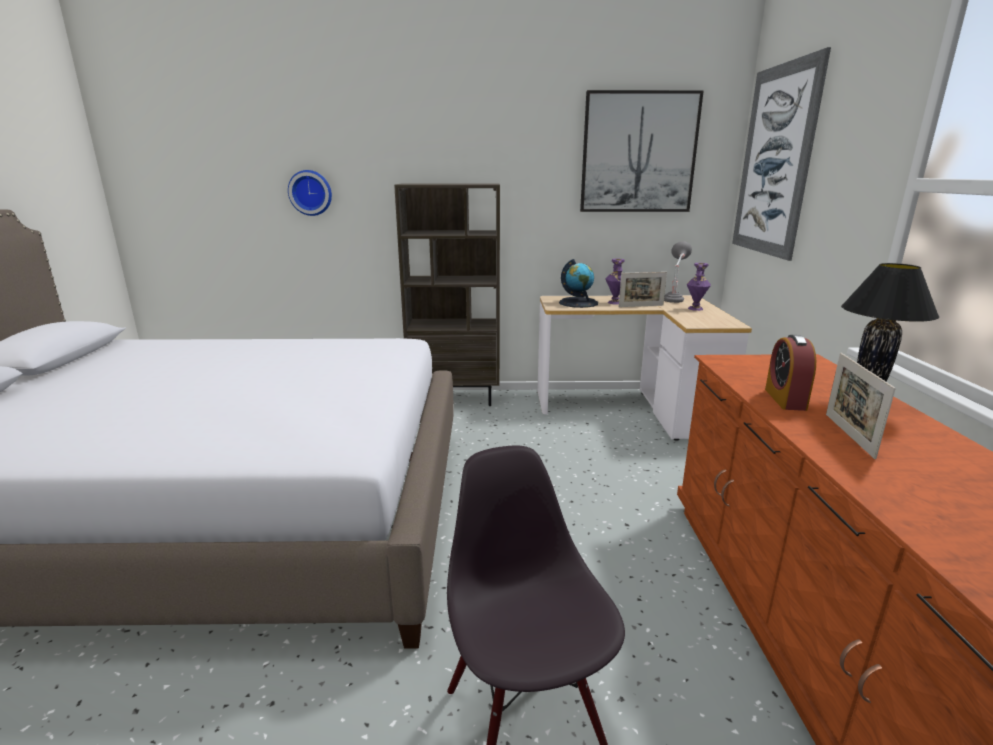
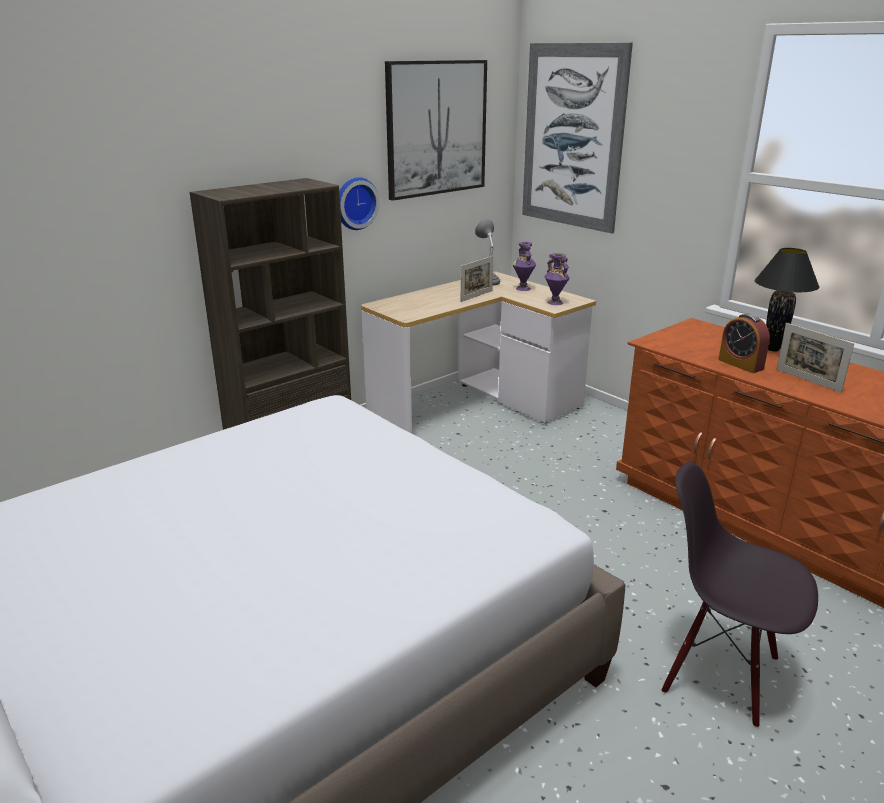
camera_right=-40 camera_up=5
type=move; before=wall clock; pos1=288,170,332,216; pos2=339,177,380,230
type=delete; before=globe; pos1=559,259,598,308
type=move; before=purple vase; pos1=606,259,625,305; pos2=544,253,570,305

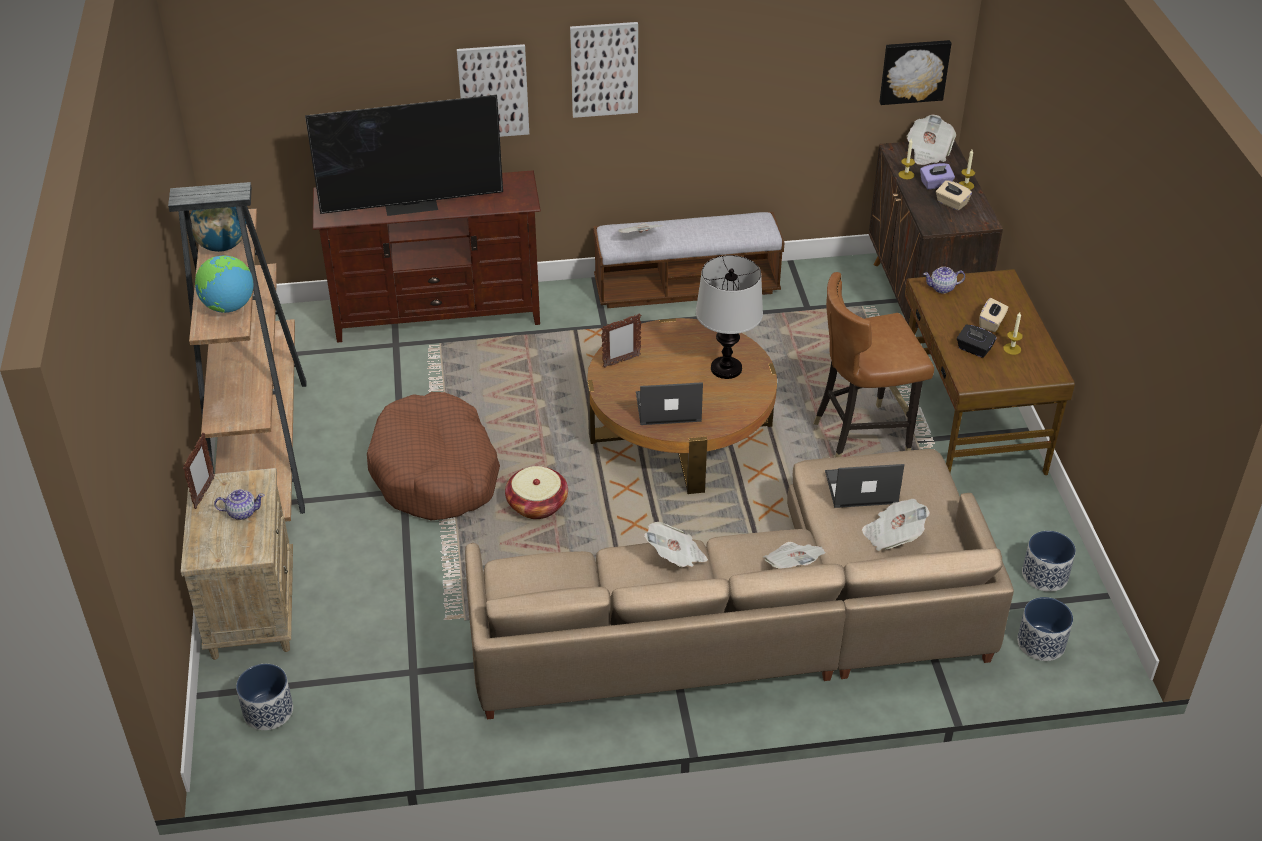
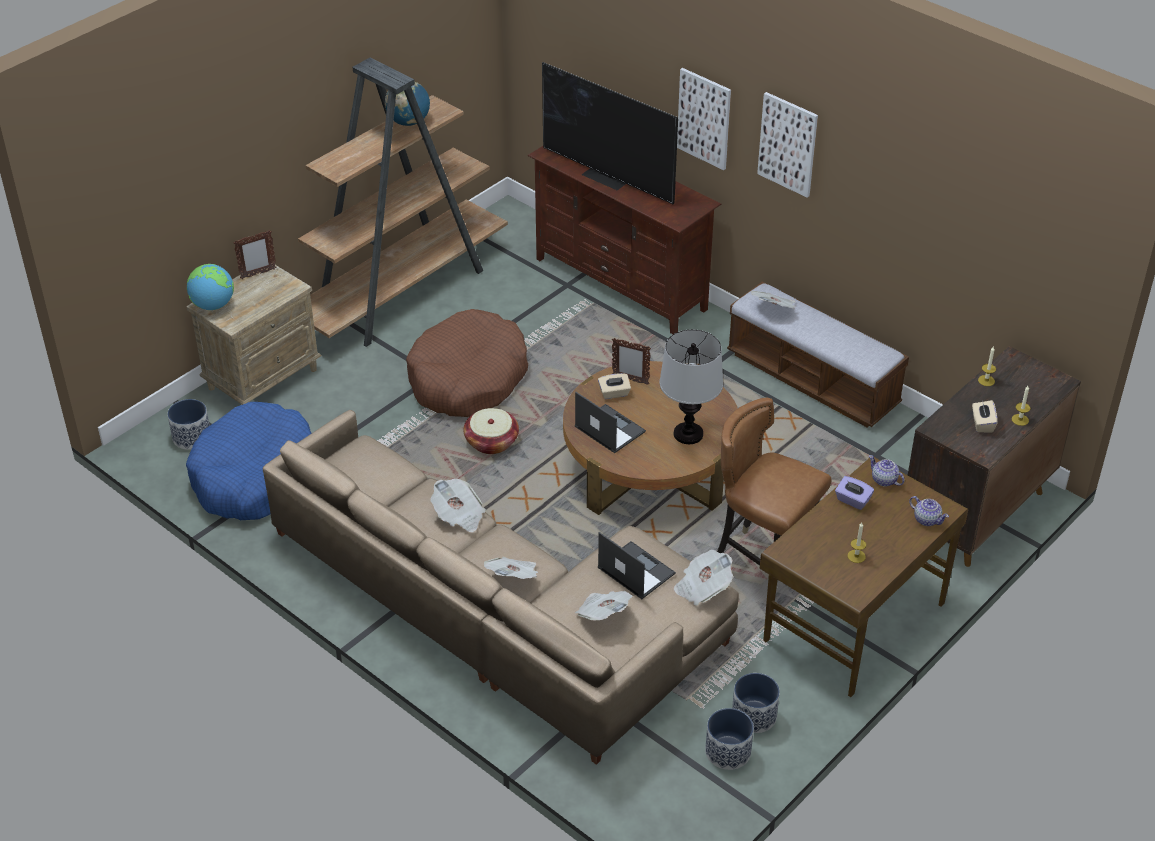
camera_right=50 camera_up=0
type=delete; before=picture; pos1=879,40,952,105
type=move; before=newspaper; pos1=907,115,956,165; pos2=674,550,733,606
type=move; before=purple tissue box; pos1=920,163,955,189; pos2=835,476,874,510
type=move; before=globe; pos1=195,256,253,313; pos2=187,264,234,310
type=move; before=beige tissue box; pos1=979,298,1008,332; pos2=598,373,631,399
type=delete; before=black tissue box; pos1=957,324,996,358
type=move; before=teapot; pos1=214,489,264,520; pos2=909,496,949,526
type=move; before=planter; pos1=1017,597,1073,661; pos2=732,673,780,733
type=insert; after=blue dog bed; pos2=186,402,311,520

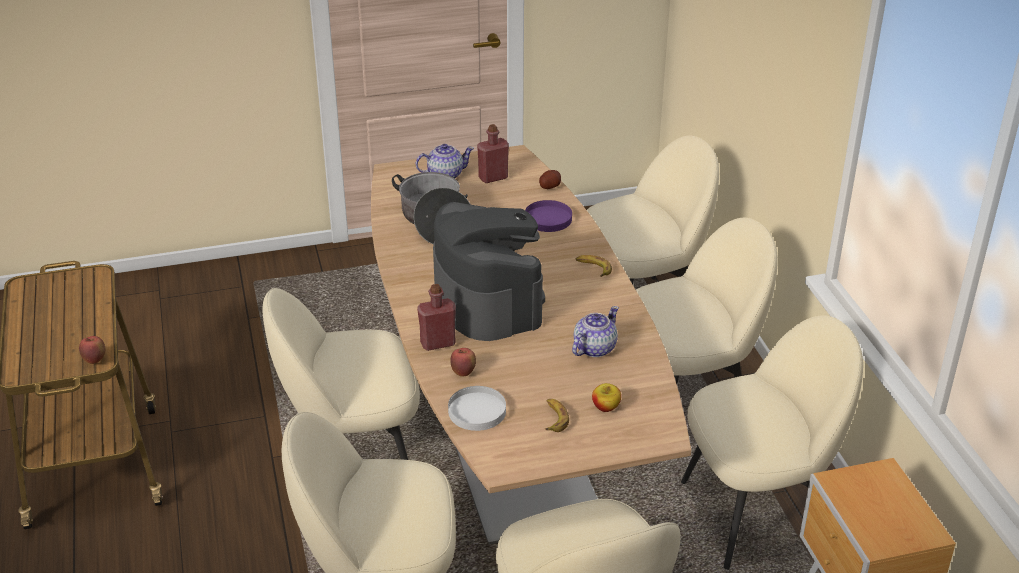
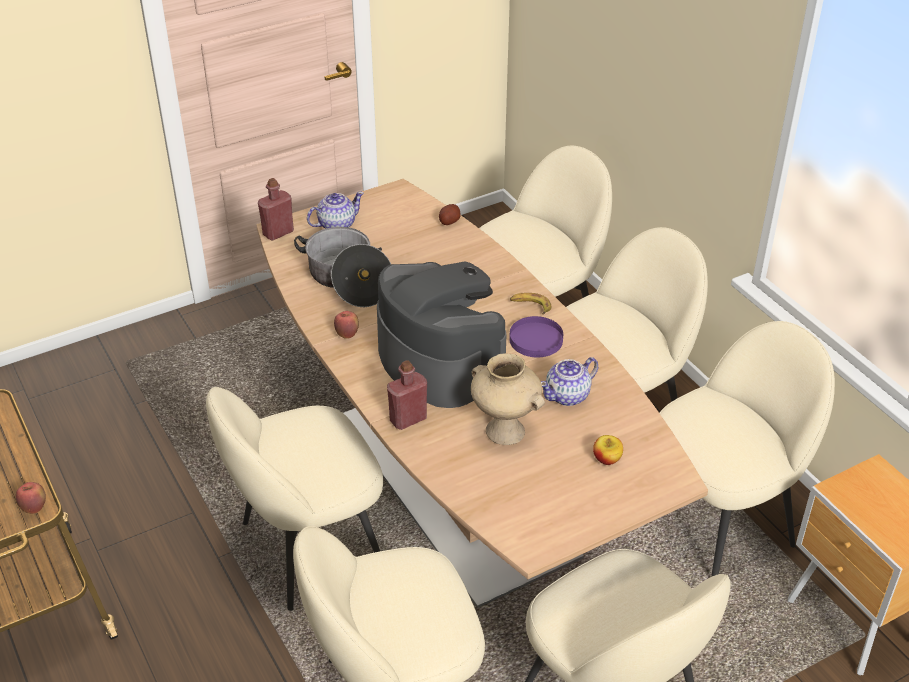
camera_right=-15 camera_up=5
type=move; before=red bottle; pos1=477,124,509,183; pos2=258,178,294,241
type=move; before=purple plate; pos1=525,200,572,232; pos2=509,316,563,357
type=rotate; before=teapot; pos1=572,306,619,357; pos2=541,357,598,406; turn=-150
type=move; before=apple; pos1=450,348,476,377; pos2=334,311,359,339
type=delete; before=white plate; pos1=448,386,506,431
type=delete; before=banana; pos1=545,399,569,432
type=insert; after=beige vase; pos2=471,353,545,445

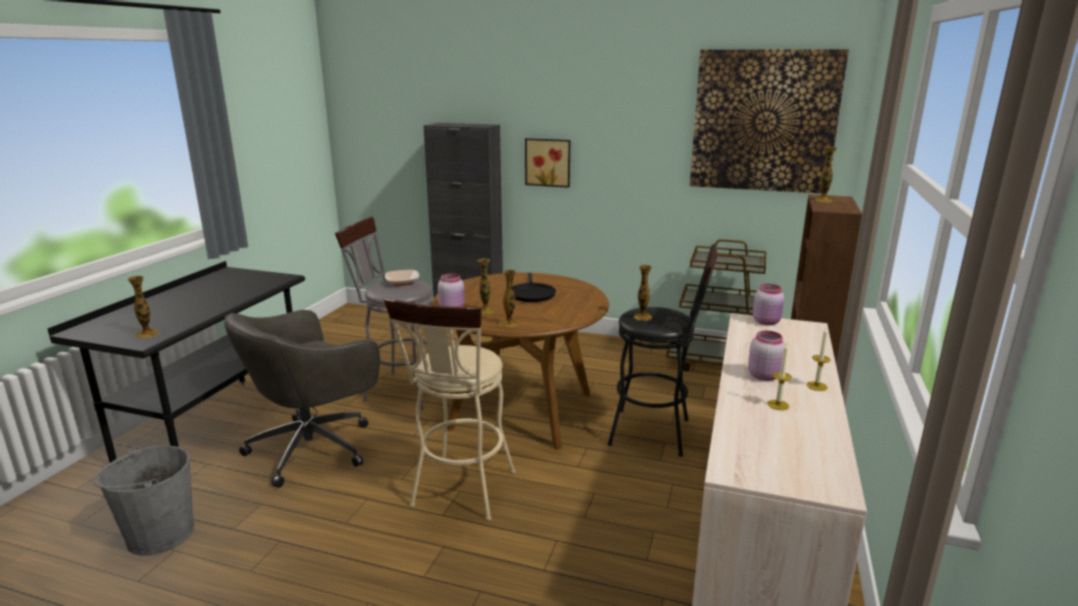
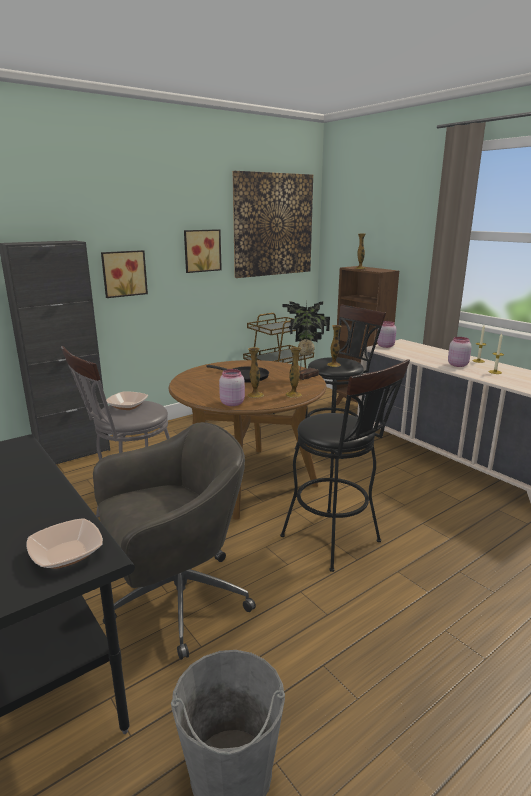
camera_right=-55 camera_up=0
type=replace; before=vase; after=bowl; pos1=127,276,159,338; pos2=26,518,103,569
type=recolor; before=beige stool; after=black stool; pos1=384,298,516,521; pos2=280,359,410,572
type=rotate; before=grey office chair; pos1=225,310,380,488; pos2=93,422,256,660; turn=-105
type=insert; after=picture; pos2=184,229,222,273
type=insert; after=potted plant; pos2=283,301,330,380

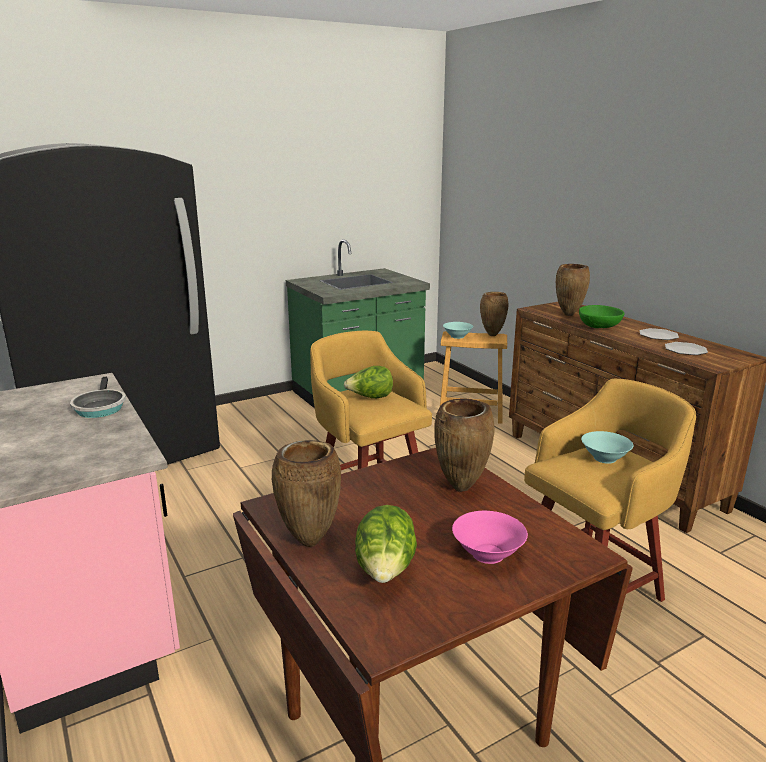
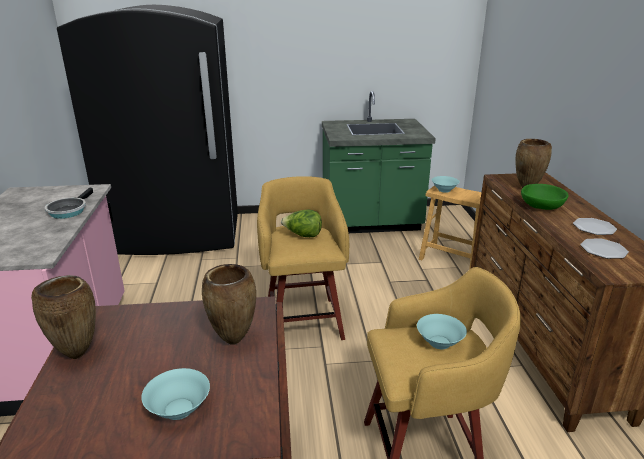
camera_right=25 camera_up=5
type=delete; before=brown vase; pos1=480,292,508,336
type=delete; before=lettuce; pos1=355,505,417,583
type=recolor; before=pink bowl; after=turquoise bowl; pos1=452,511,528,564; pos2=141,368,210,420

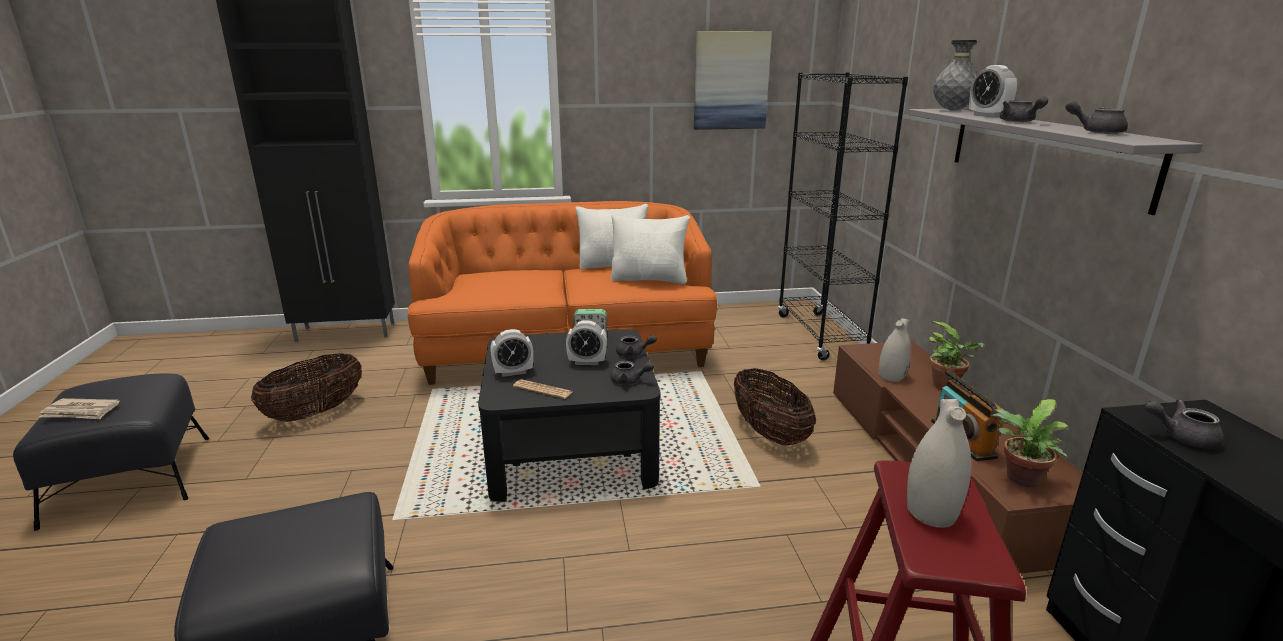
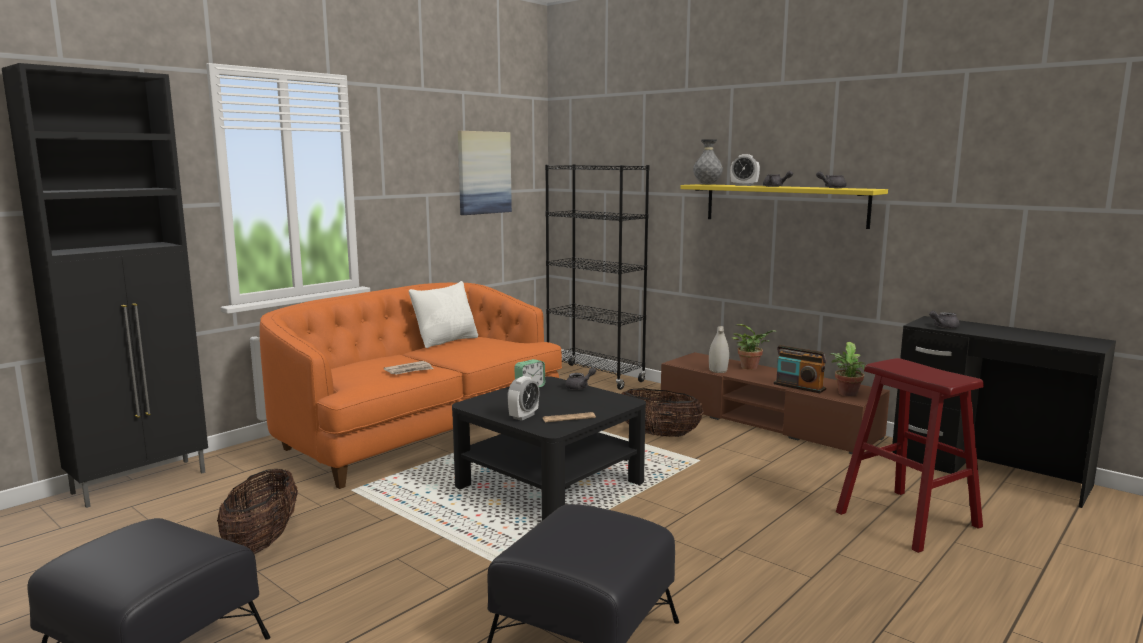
camera_right=-40 camera_up=-10
type=recolor; before=grey shelf; after=yellow shelf; pos1=908,109,1203,215; pos2=680,184,888,229
type=delete; before=white pillow; pos1=611,214,690,284
type=delete; before=alarm clock; pos1=566,320,607,365
type=delete; before=grey teapot; pos1=611,361,654,385
type=move; before=newspaper; pos1=39,398,120,419; pos2=384,361,434,375
type=delete; before=white vase; pos1=907,399,971,528

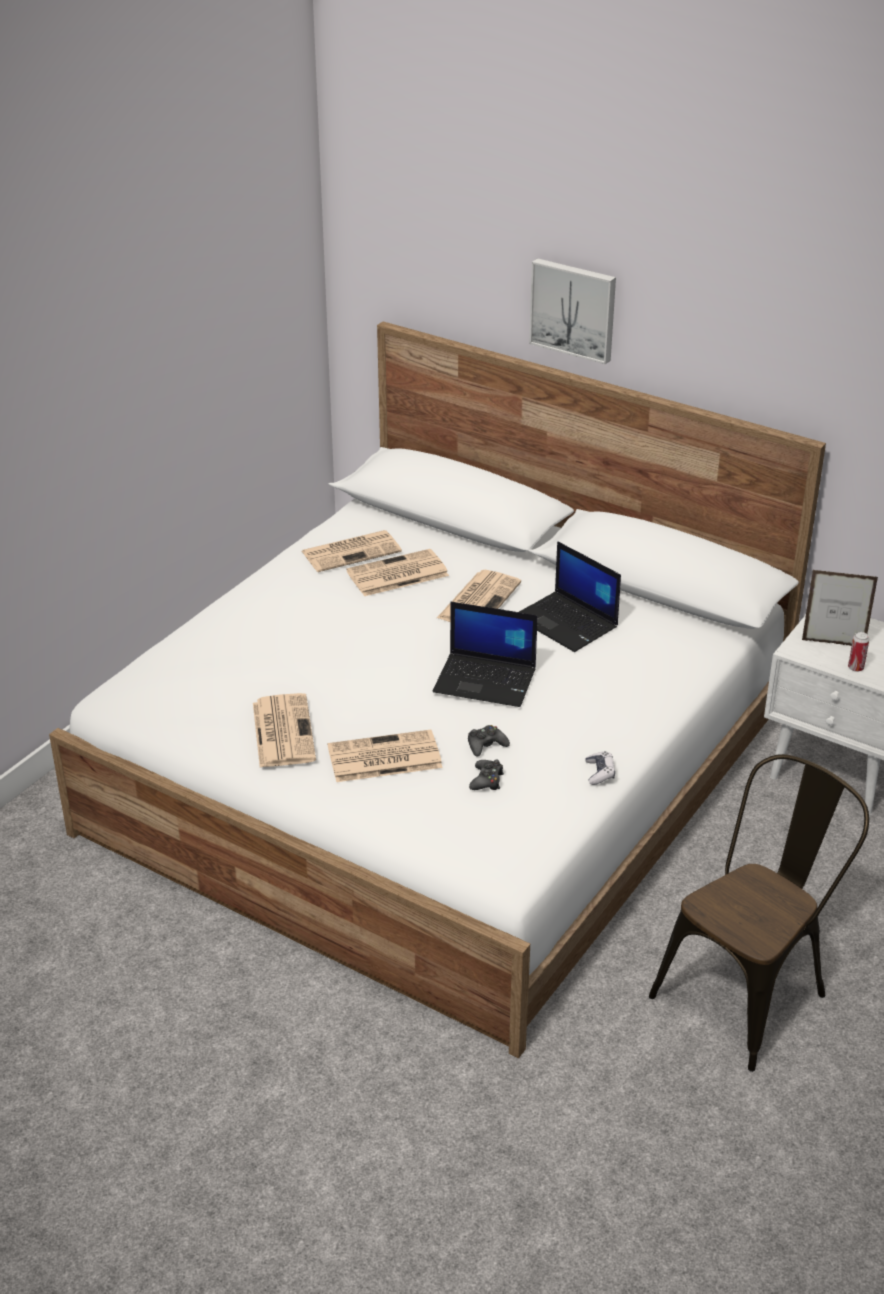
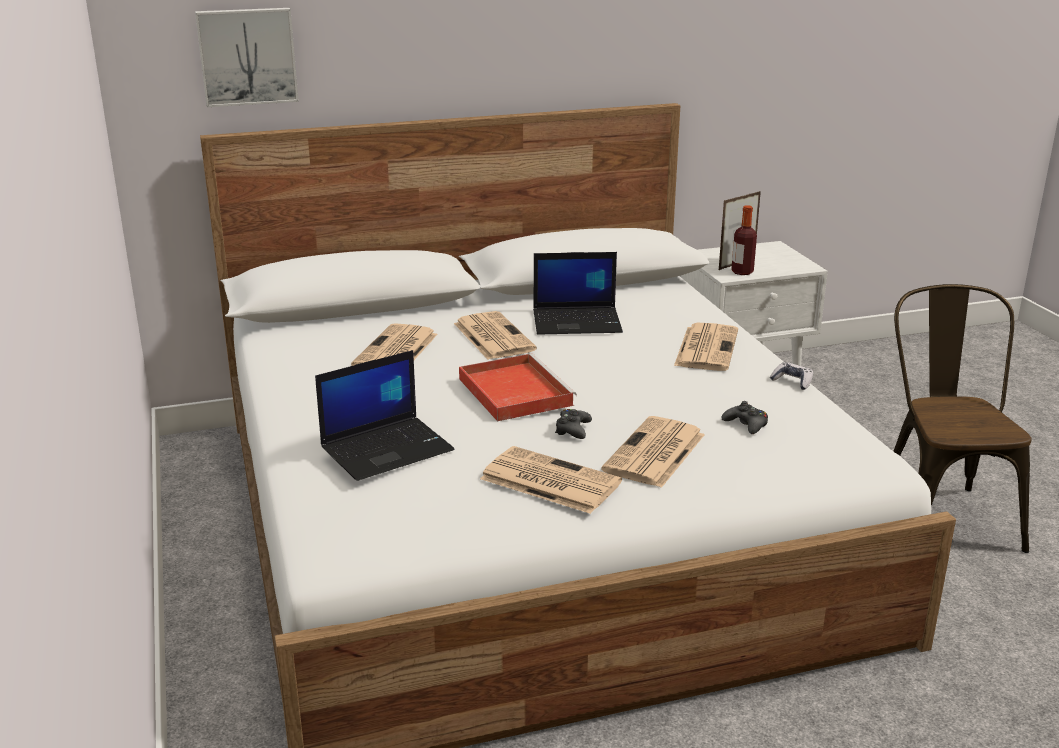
camera_right=-50 camera_up=-10
type=move; before=picture; pos1=529,258,616,364; pos2=195,8,299,107
type=move; before=newspaper; pos1=302,530,402,572; pos2=674,323,738,371
type=move; before=laptop; pos1=433,602,538,707; pos2=315,350,454,481
type=delete; before=can; pos1=848,632,869,672
type=move; before=black game controller; pos1=468,725,510,757; pos2=555,409,592,439
type=insert; after=bottle; pos2=731,205,757,275
type=insert; after=red tray; pos2=459,353,577,421

